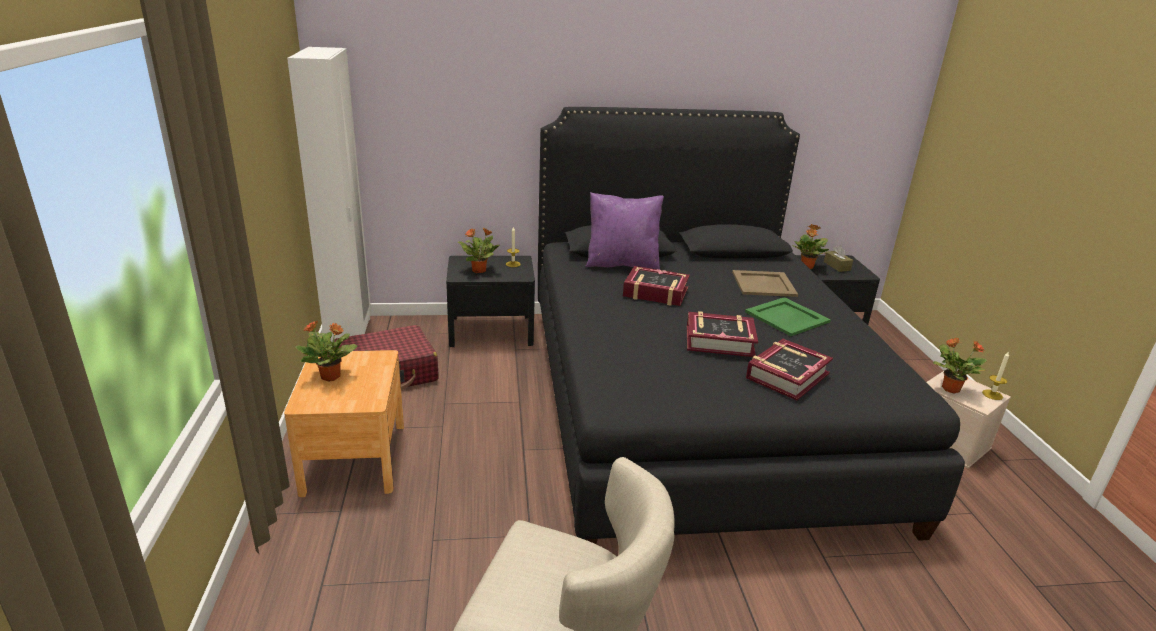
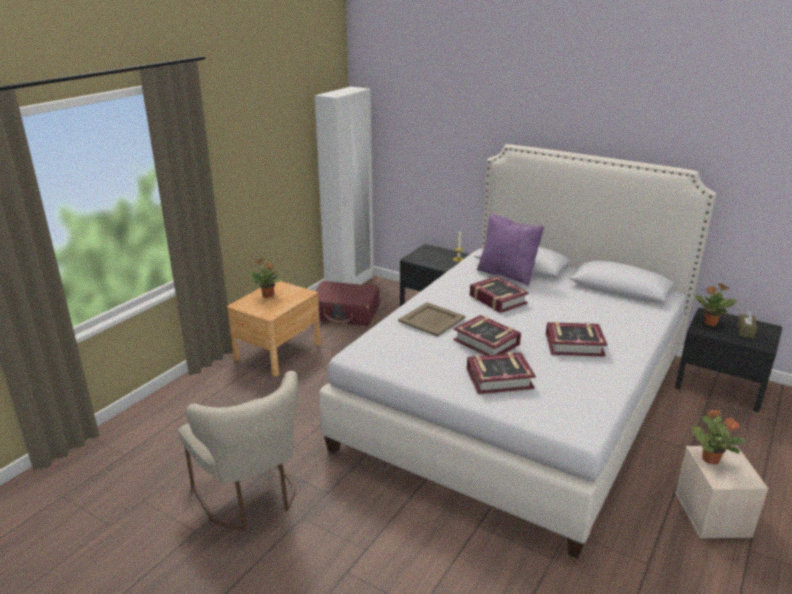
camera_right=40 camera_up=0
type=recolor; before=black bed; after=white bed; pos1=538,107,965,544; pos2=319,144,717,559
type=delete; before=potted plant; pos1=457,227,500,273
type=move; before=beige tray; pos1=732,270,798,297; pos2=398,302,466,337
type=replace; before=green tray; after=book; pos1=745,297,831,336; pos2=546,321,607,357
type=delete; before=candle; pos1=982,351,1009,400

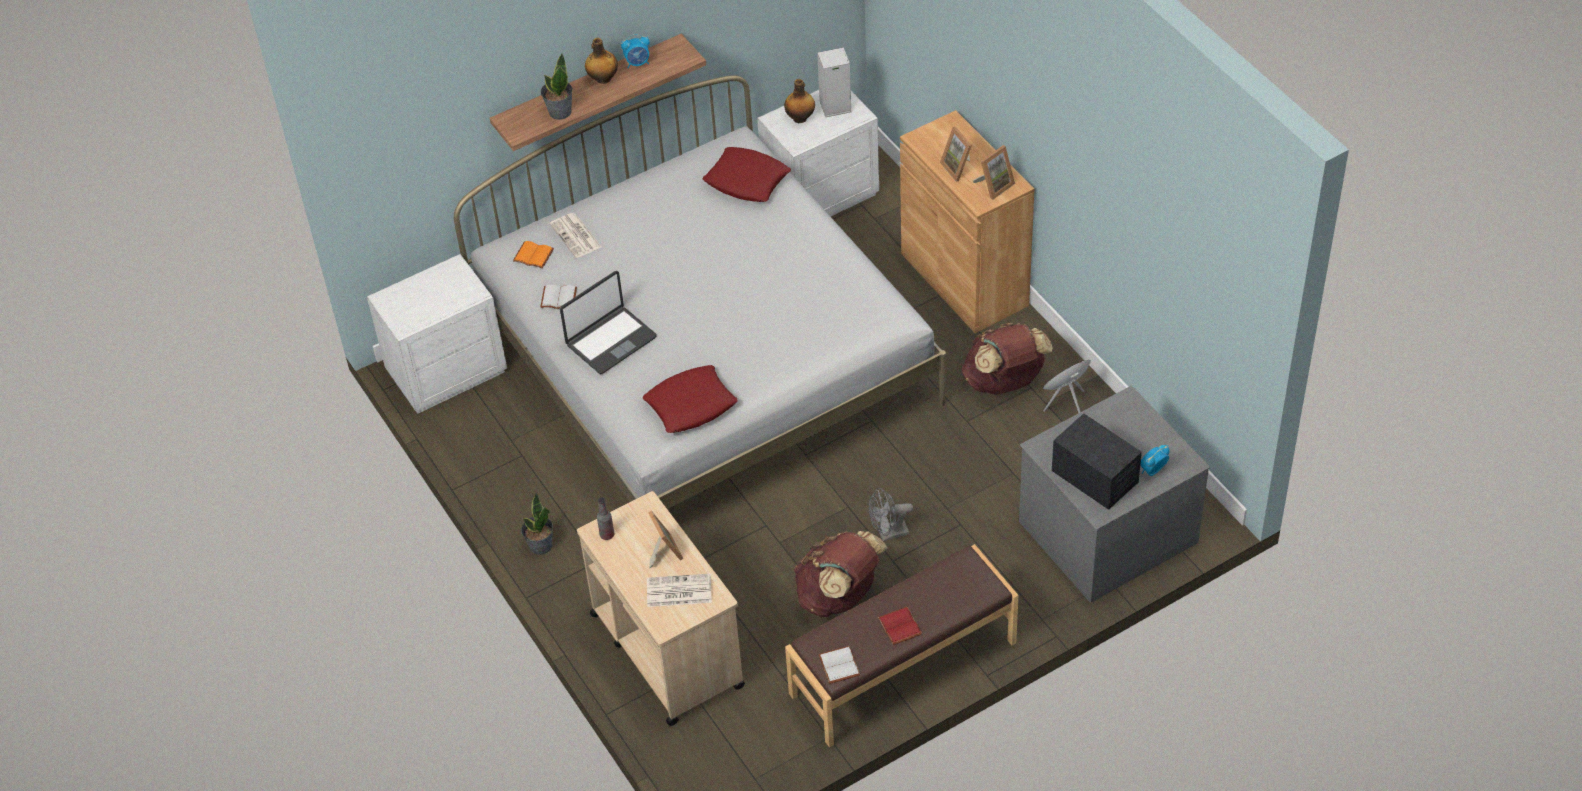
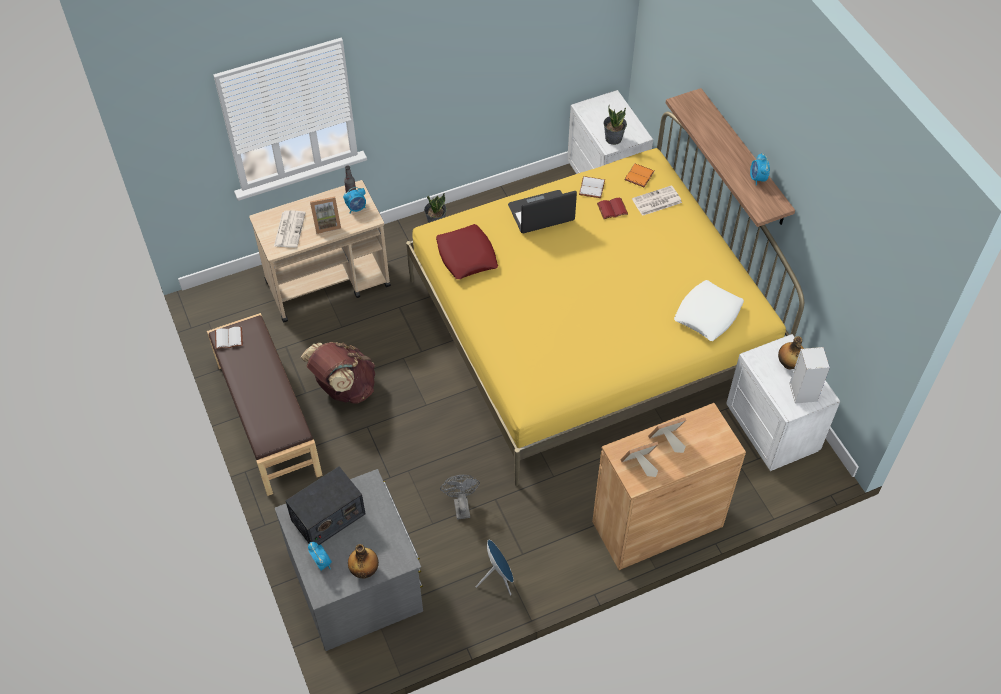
camera_right=95 camera_up=5
type=move; before=bottle; pos1=585,38,618,84; pos2=348,544,379,578
type=move; before=potted plant; pos1=541,54,573,120; pos2=604,106,627,145
type=recolor; before=white bed; after=yellow bed; pos1=454,75,946,509; pos2=406,112,804,486
type=rotate; before=picture frame; pos1=973,145,1015,200; pos2=621,442,658,477; turn=105
type=recolor; before=red pillow; after=white pillow; pos1=702,147,791,202; pos2=674,280,744,341
type=rotate; before=laptop; pos1=560,271,657,374; pos2=508,190,577,233; turn=105
type=delete; before=brown backpack; pos1=962,323,1053,395
type=move; before=grey fan; pos1=869,488,913,542; pos2=440,475,480,520
type=move; before=red book; pos1=878,607,922,645; pos2=597,198,628,219
type=insert; after=alarm clock; pos2=343,187,366,214

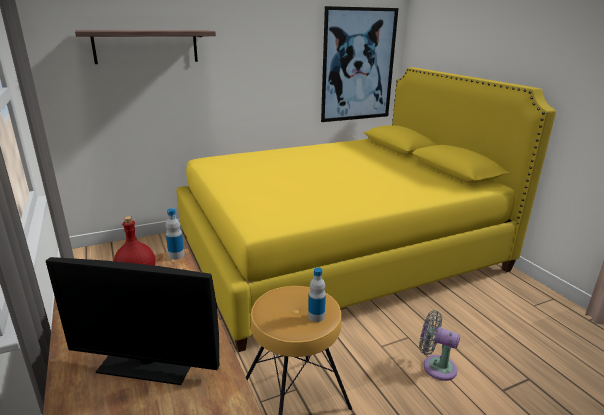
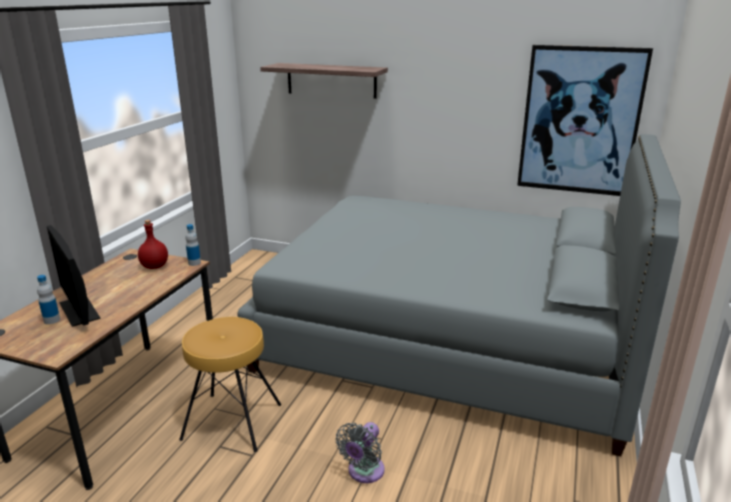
camera_right=45 camera_up=0
type=recolor; before=yellow bed; after=grey bed; pos1=176,67,556,352; pos2=237,134,681,456
type=move; before=bottle; pos1=308,267,326,322; pos2=37,275,60,324
type=rotate; before=grey fan; pos1=419,310,460,381; pos2=335,422,385,483; turn=-135

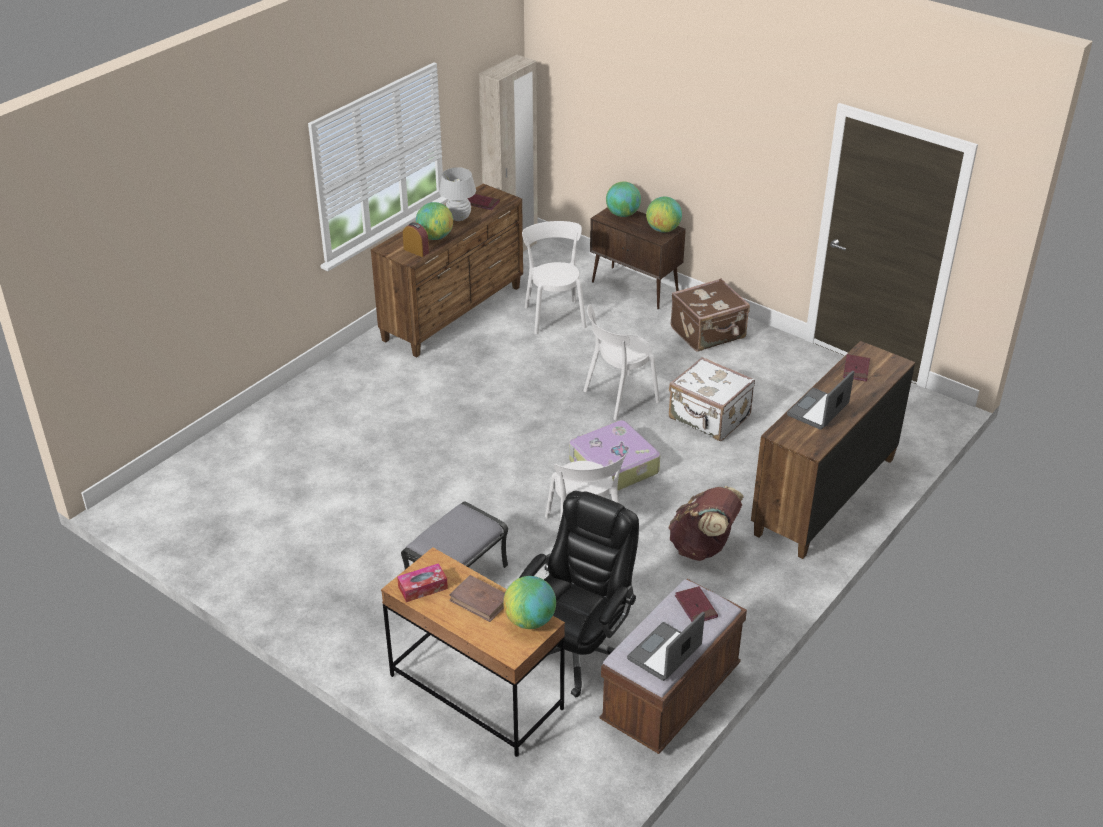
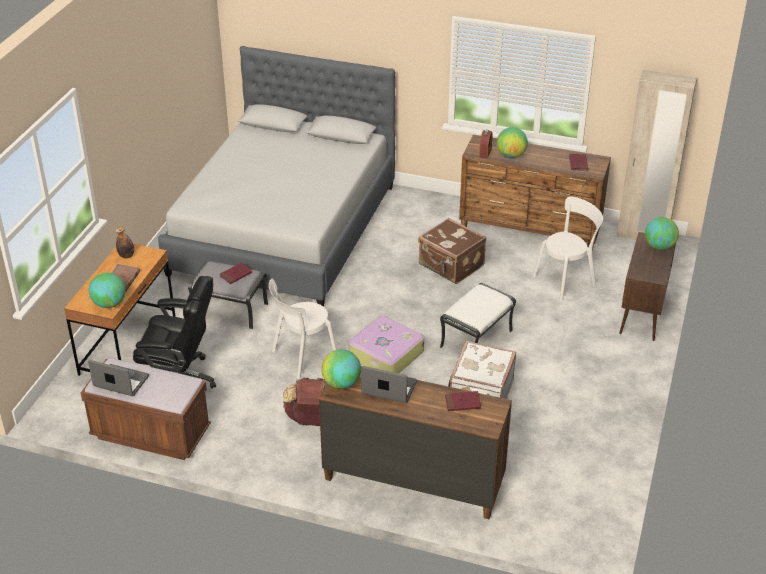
camera_right=70 camera_up=0
type=delete; before=white table lamp; pos1=439,167,476,221
type=move; before=globe; pos1=646,196,682,233; pos2=321,349,361,389
type=move; before=brown suitcase; pos1=671,278,750,352; pos2=418,218,486,284
type=replace; before=white chair; after=white ottoman; pos1=583,305,660,420; pos2=440,283,516,348
type=replace; before=tissue box; after=bottle; pos1=397,563,448,602; pos2=115,226,134,258
type=move; before=red book; pos1=675,586,718,622; pos2=220,263,252,284
type=insert; after=grey bed; pos2=158,46,395,306

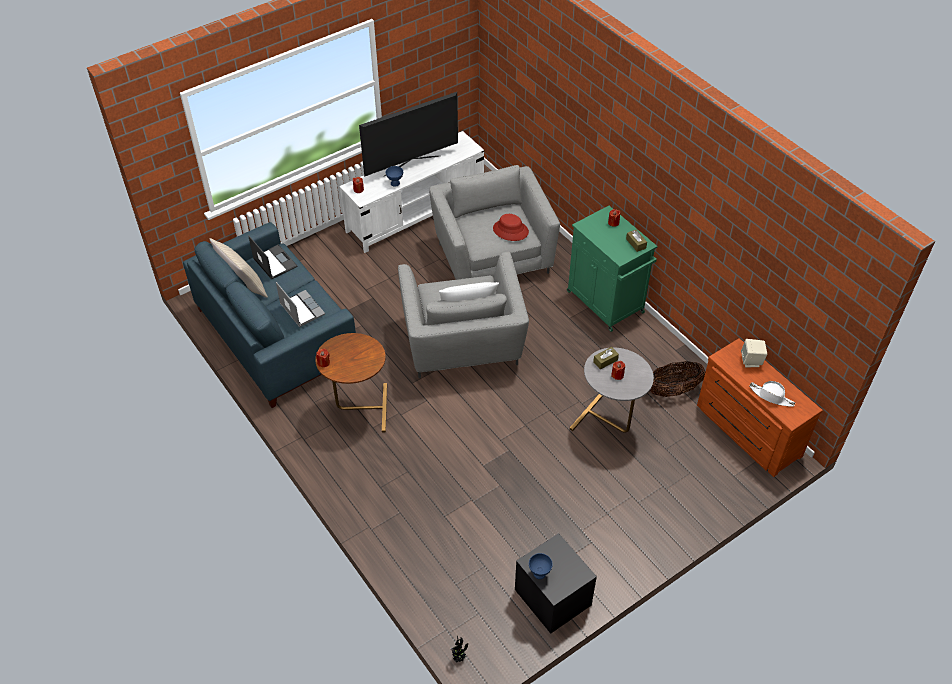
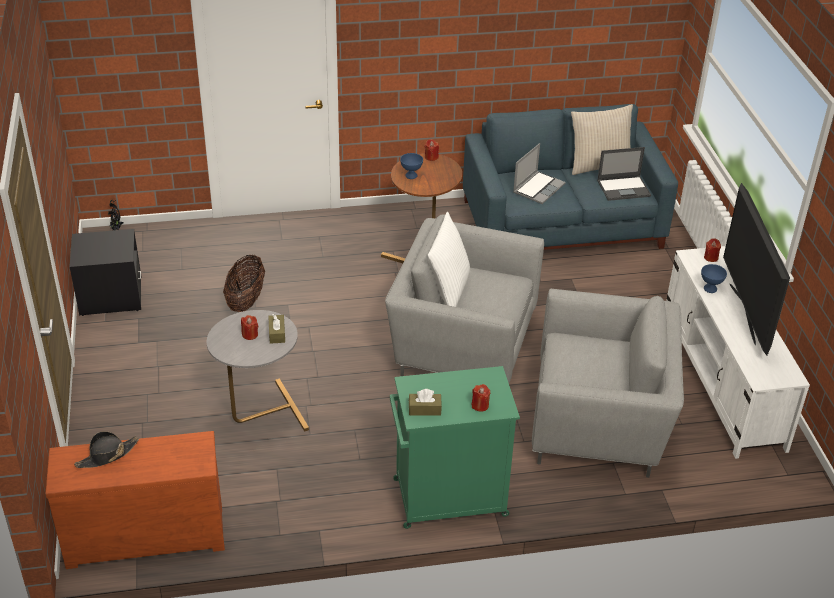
camera_right=115 camera_up=-10
type=delete; before=red hat; pos1=493,214,529,241
type=rotate; before=laptop; pos1=276,282,325,327; pos2=513,143,565,204; turn=-45
type=delete; before=beige speaker; pos1=741,339,767,367
type=move; before=basket; pos1=650,361,706,397; pos2=223,255,265,312
type=recolor; before=white hat; after=black hat; pos1=749,381,795,407; pos2=74,431,139,468
type=move; before=blue bowl; pos1=529,553,553,579; pos2=400,153,423,179

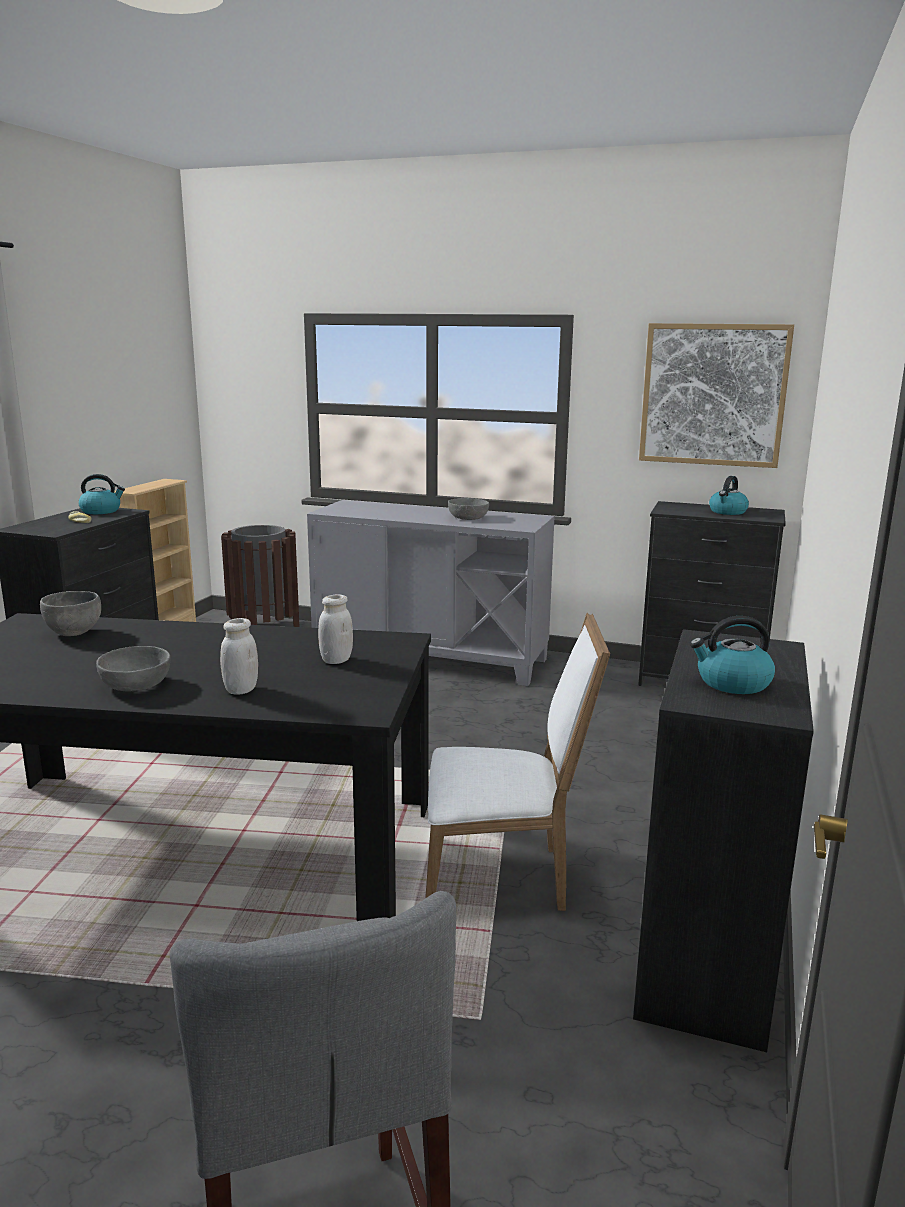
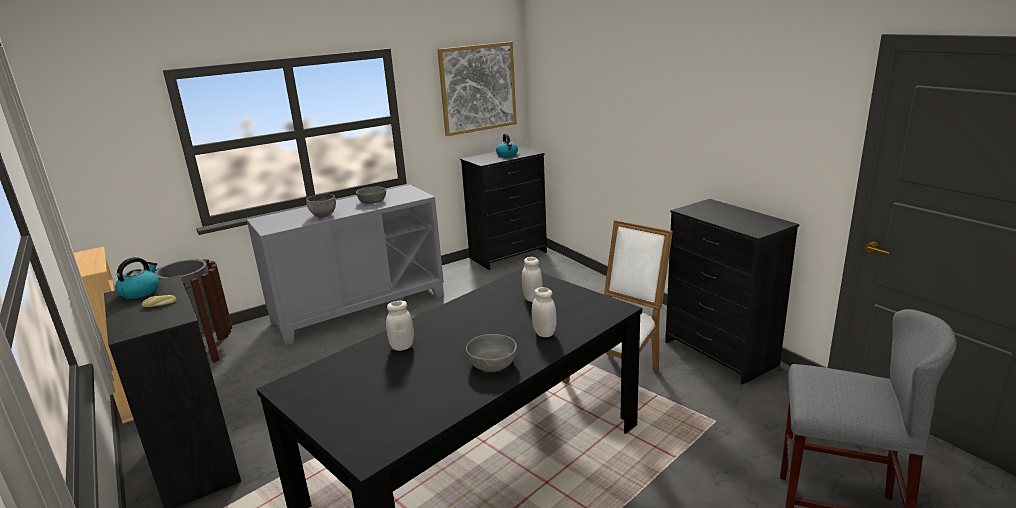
camera_right=-50 camera_up=5
type=move; before=grey bowl; pos1=40,591,101,636; pos2=306,194,336,218
type=delete; before=kettle; pos1=690,616,775,694
type=insert; after=white jar; pos2=386,301,414,351

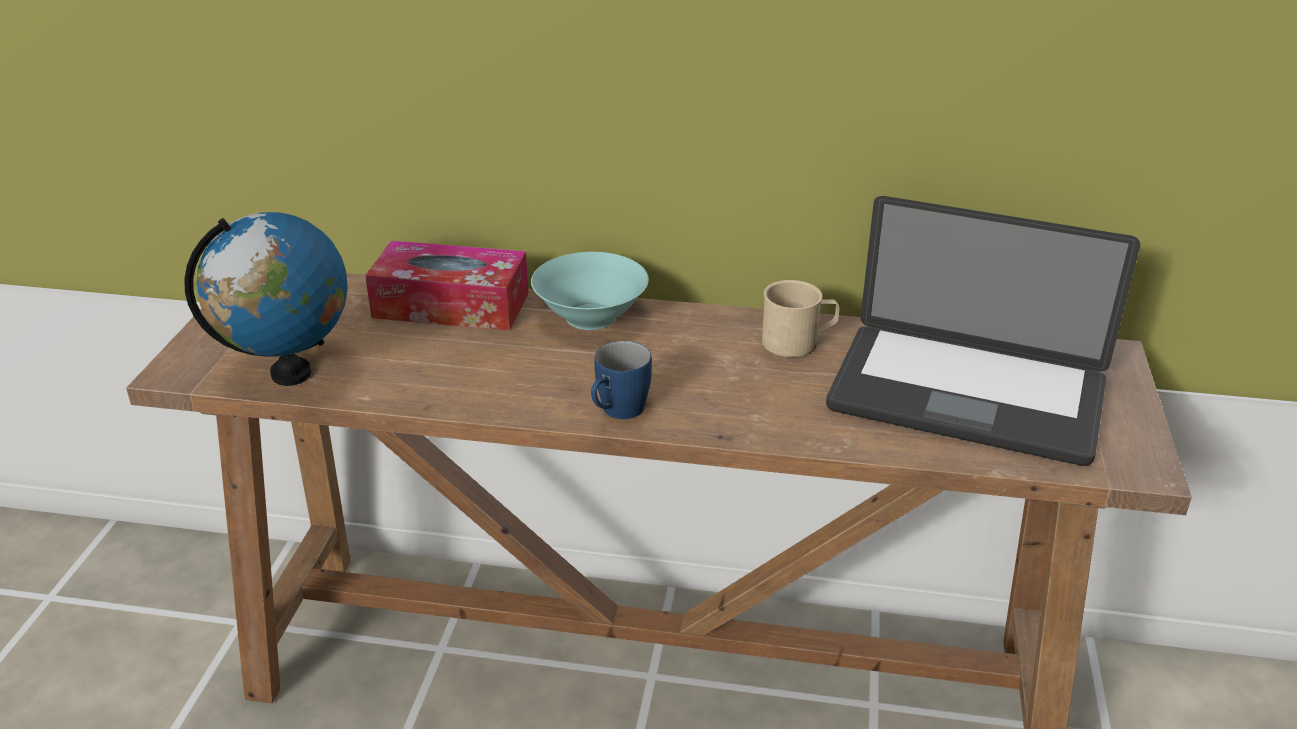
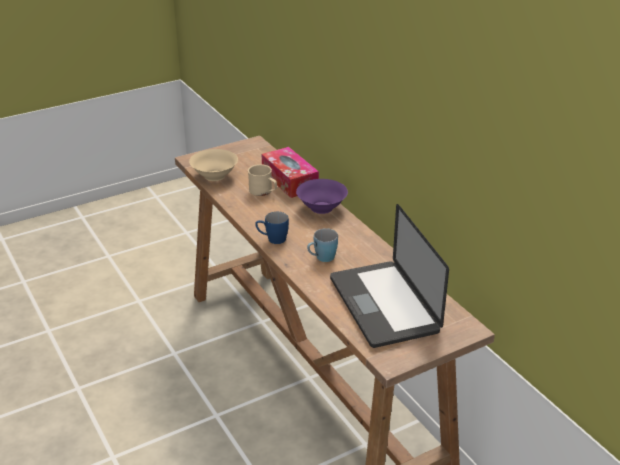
camera_right=50 camera_up=0
type=replace; before=globe; after=beige bowl; pos1=184,212,348,386; pos2=189,149,238,181
type=recolor; before=turquoise bowl; after=purple bowl; pos1=531,252,649,330; pos2=296,179,348,214
type=move; before=beige mug; pos1=762,280,840,357; pos2=248,164,277,196
type=insert; after=blue mug; pos2=307,228,338,262

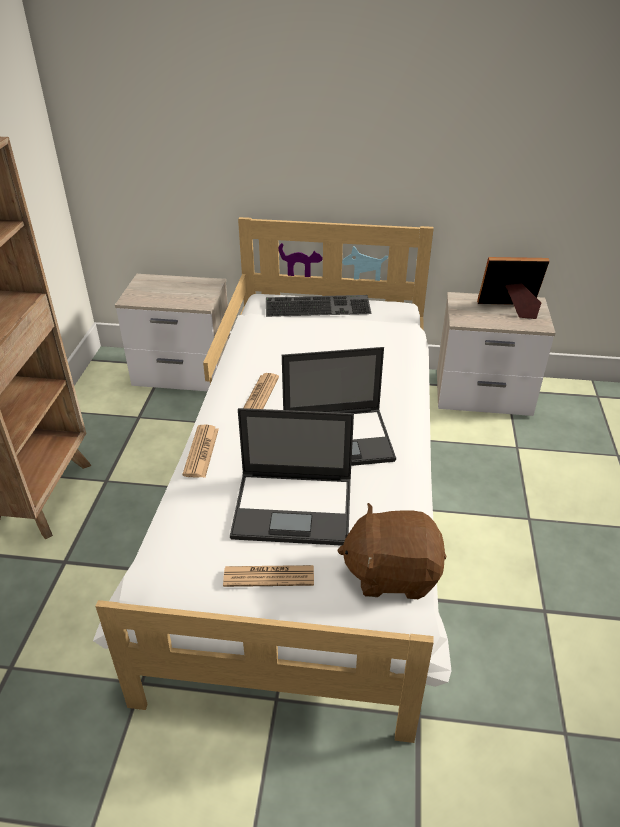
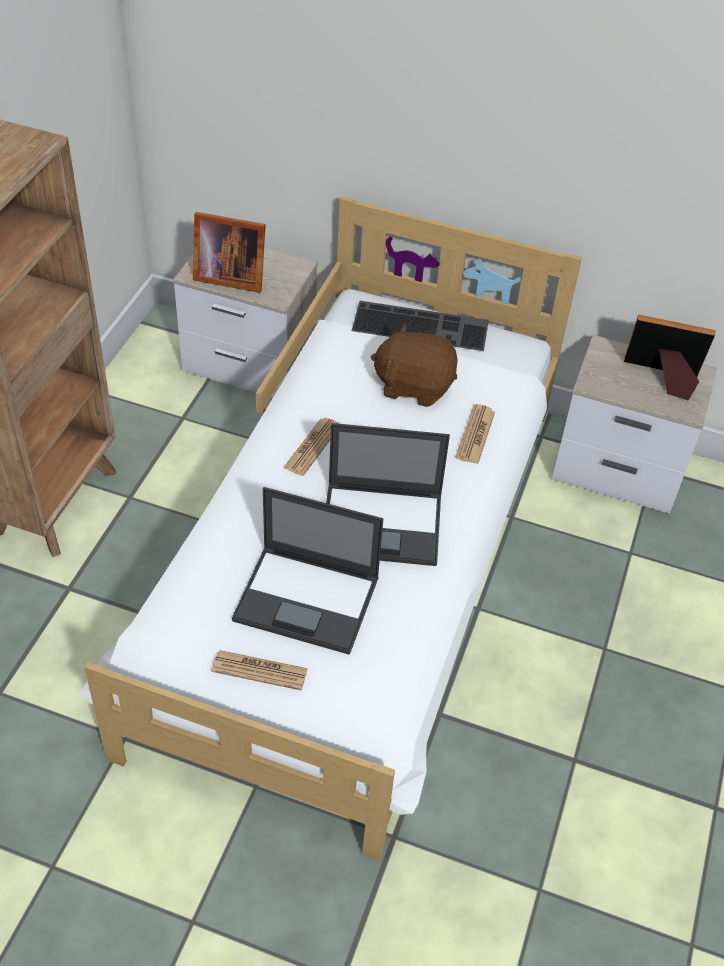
camera_right=10 camera_up=10
type=move; before=newspaper; pos1=182,424,219,477; pos2=456,404,495,464
type=move; before=brown plush toy; pos1=337,503,446,599; pos2=371,323,458,407
type=insert; after=picture frame; pos2=193,212,266,293

